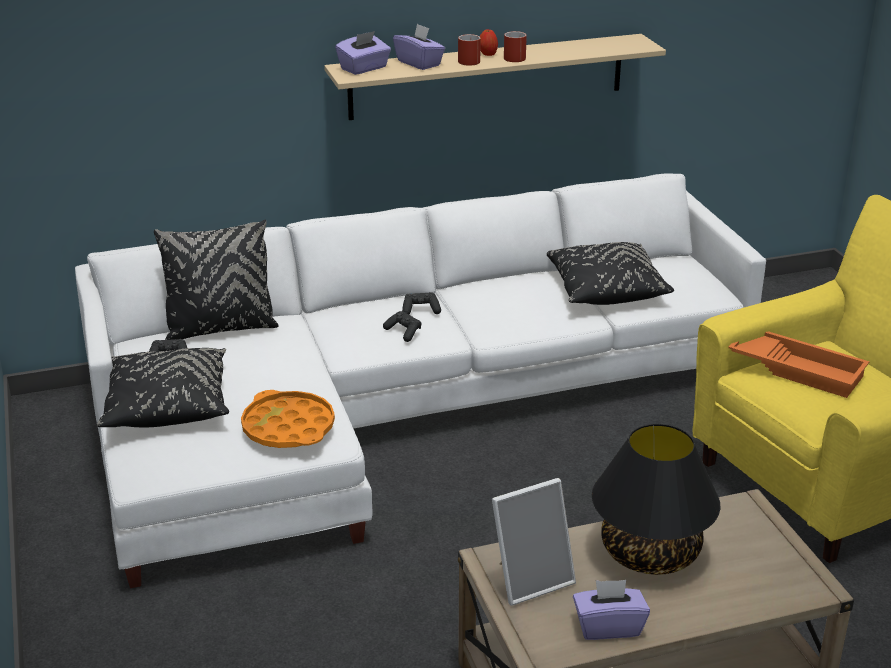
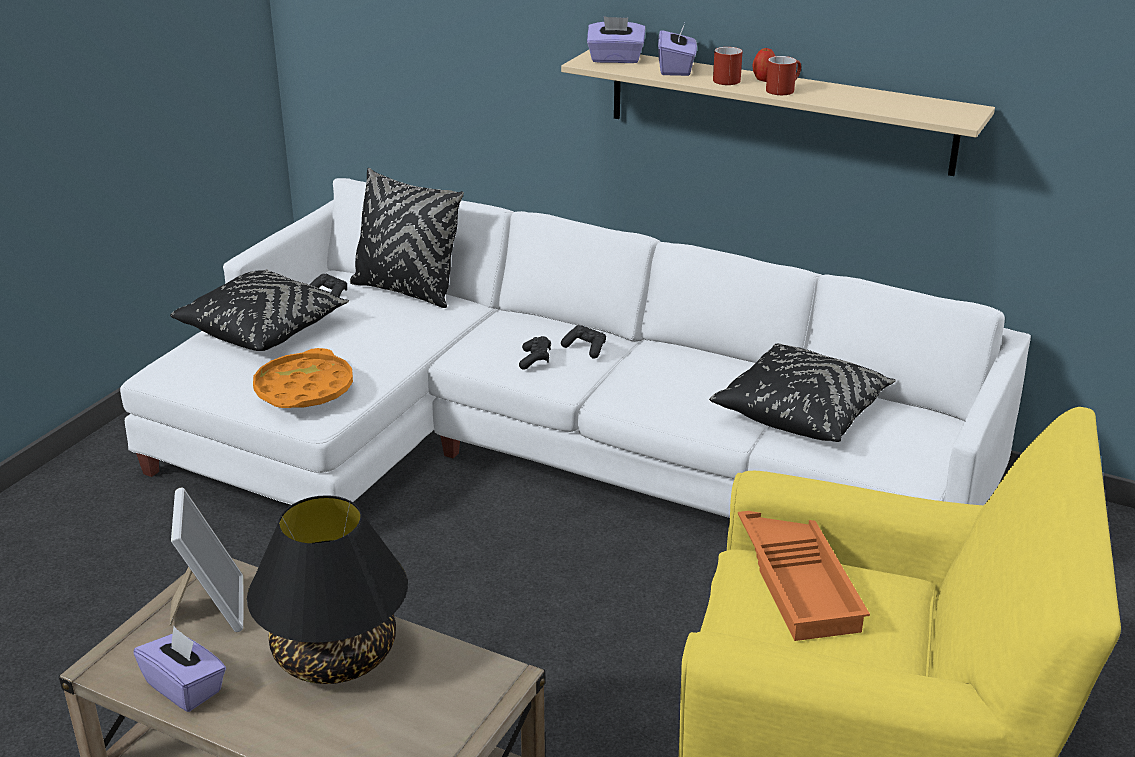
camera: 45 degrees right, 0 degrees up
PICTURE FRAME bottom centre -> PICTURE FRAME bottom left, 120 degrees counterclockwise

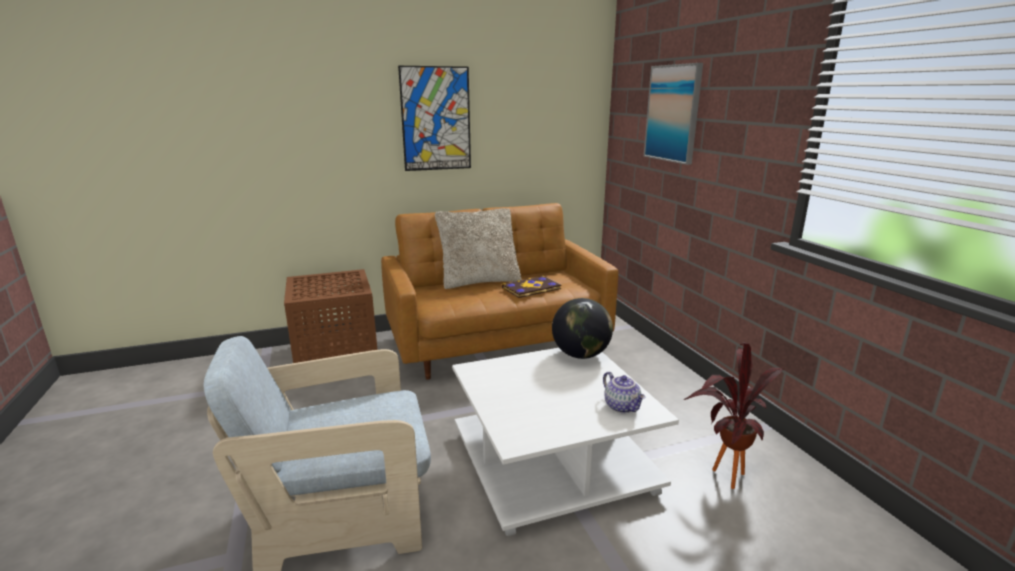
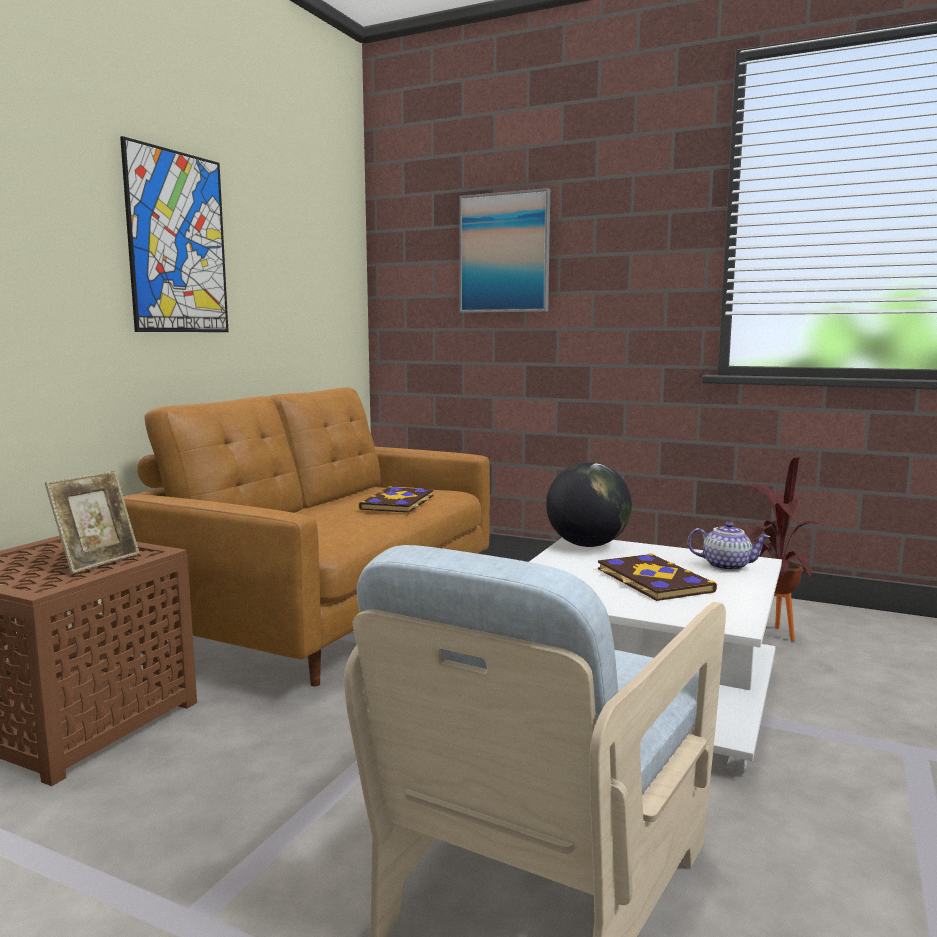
camera: 45 degrees left, 10 degrees down
BEIGE PILLOW centre -> none
none -> PICTURE FRAME middle left
none -> BOOK (2nd from left) middle right

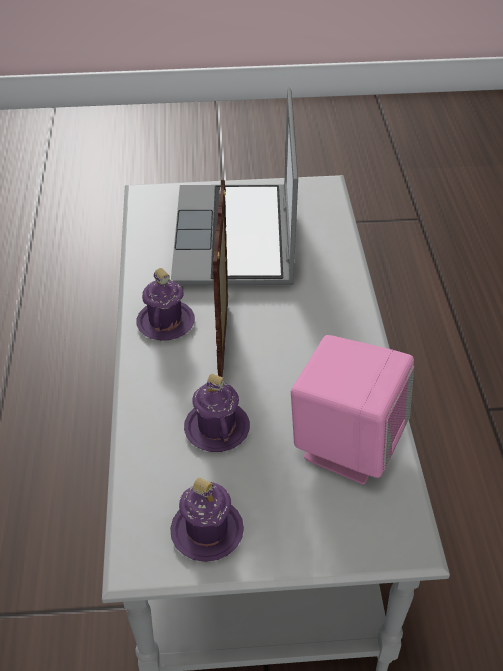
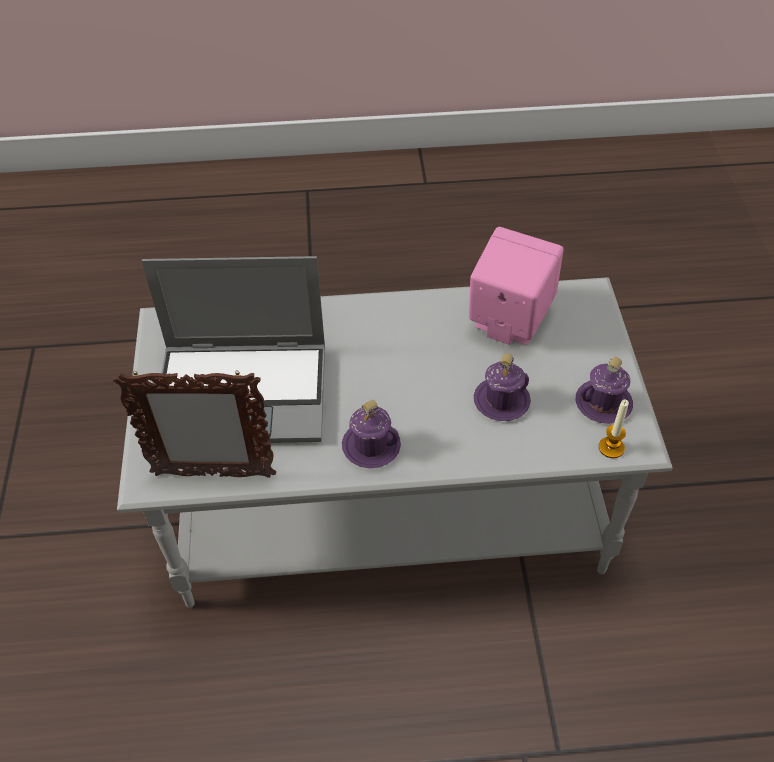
camera: 90 degrees left, 5 degrees up
none -> CANDLE middle right
PICTURE FRAME centre -> PICTURE FRAME middle left, moved

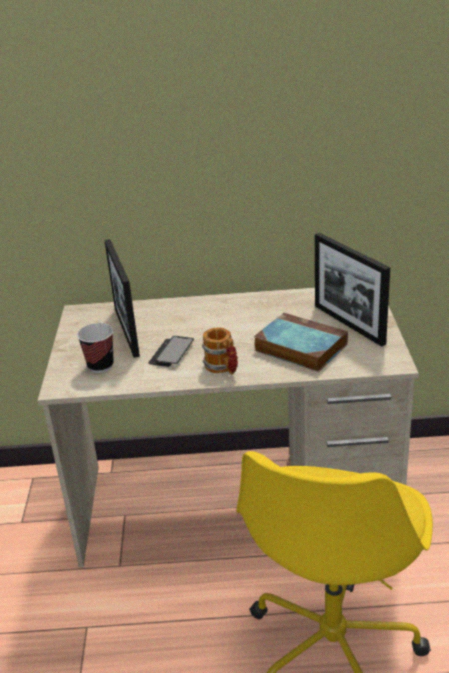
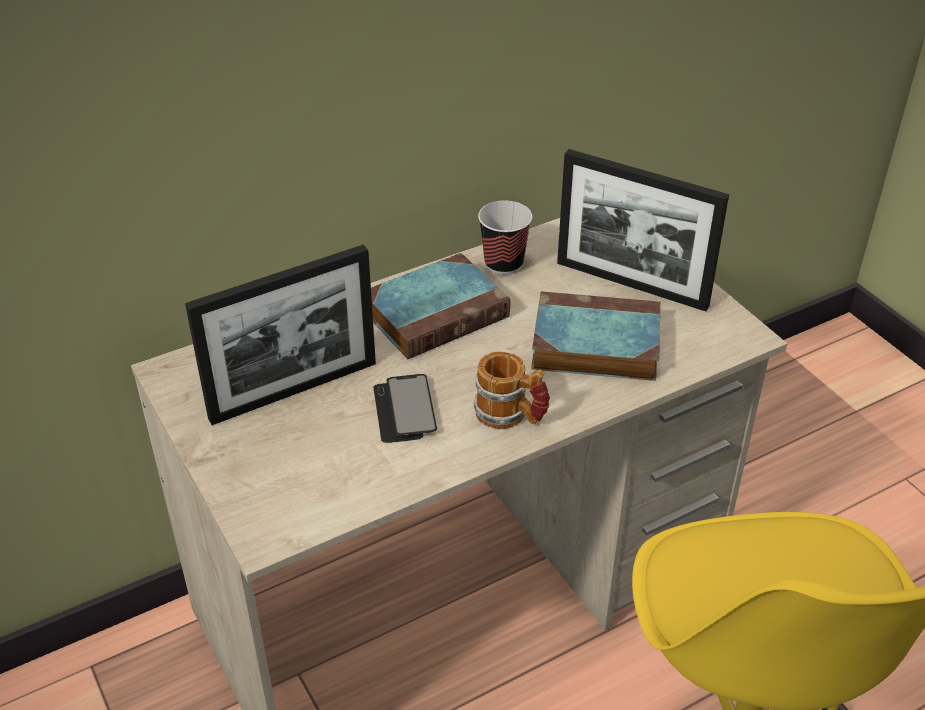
camera: 30 degrees left, 10 degrees up
none -> BOOK (1st from left) centre
CUP middle left -> CUP centre, moved
PICTURE FRAME (1st from left) middle left, 75 degrees counterclockwise

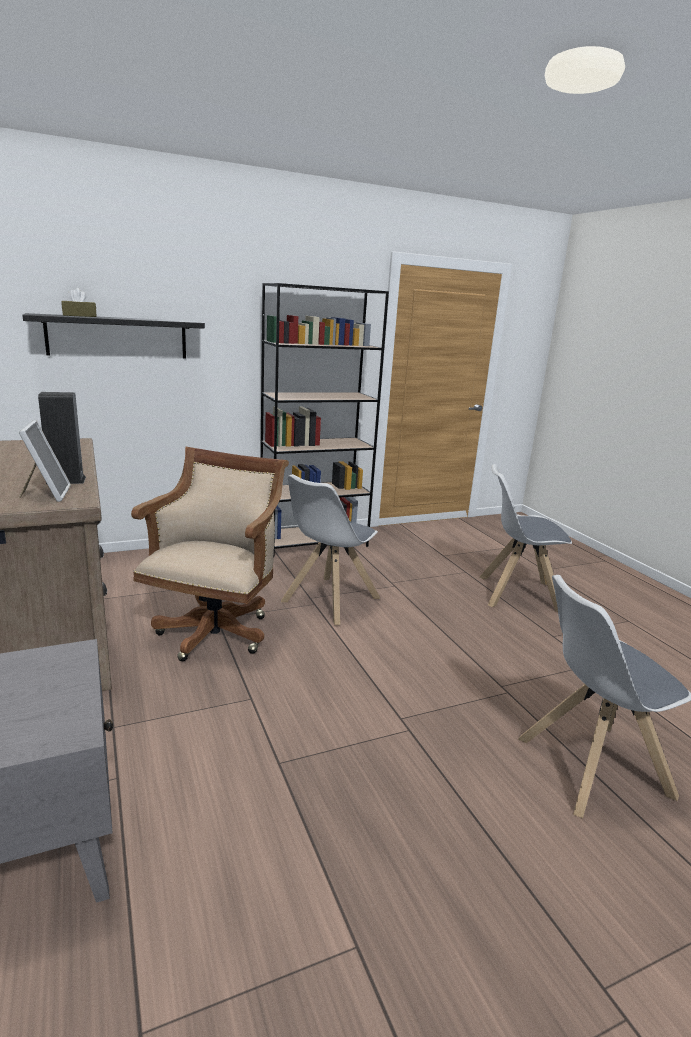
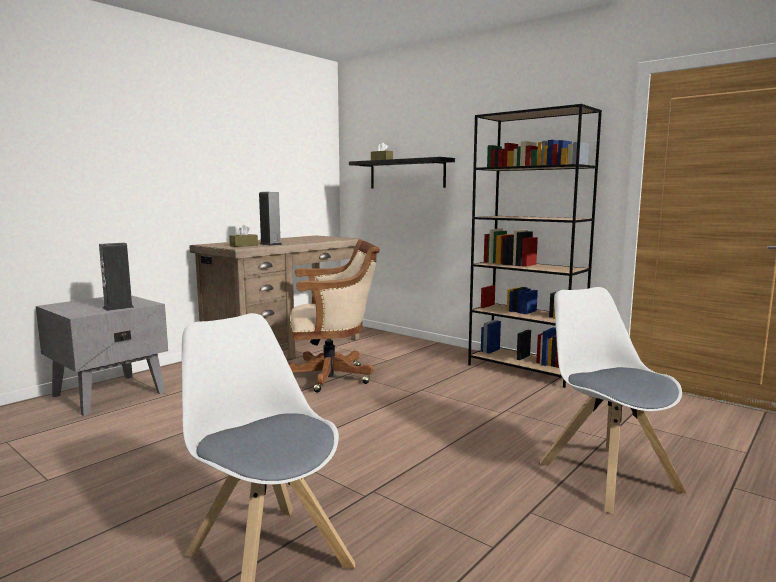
camera: 65 degrees right, 10 degrees down
CHAIR (1st from left) centre -> none
none -> SPEAKER (1st from left) middle left
PICTURE FRAME middle left -> BROWN TISSUE BOX (1st from left) middle left

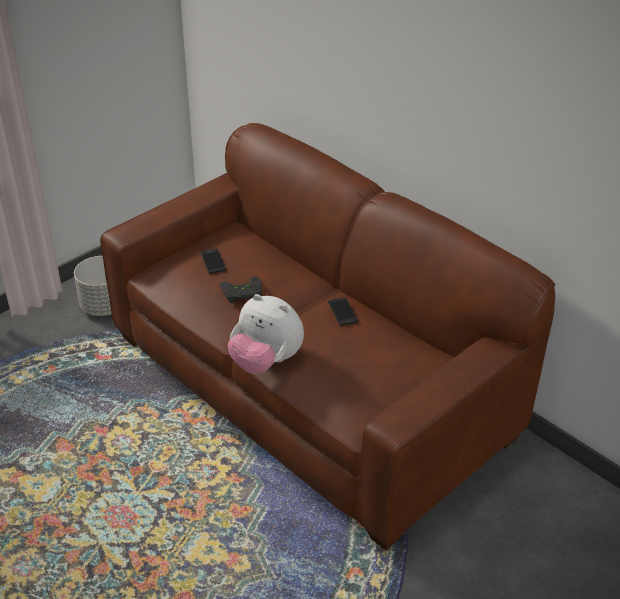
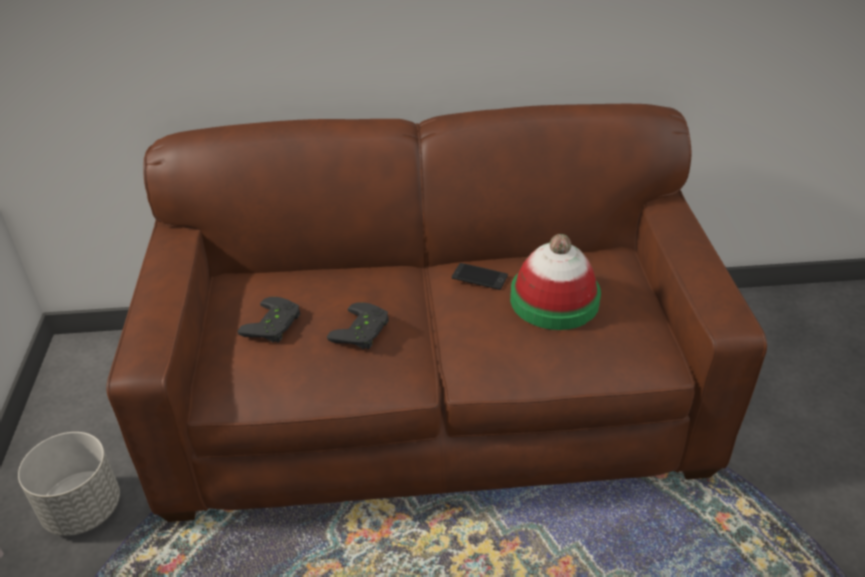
camera: 50 degrees left, 0 degrees up
PLUSH TOY centre -> none
none -> HAT centre
PHONE (1st from left) centre -> BLACK GAME CONTROLLER (1st from left) middle left

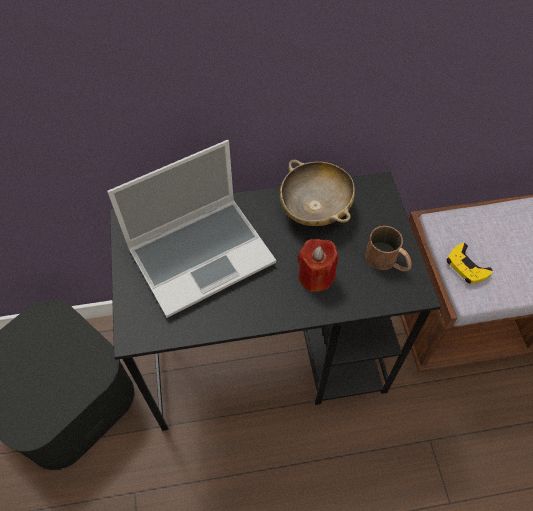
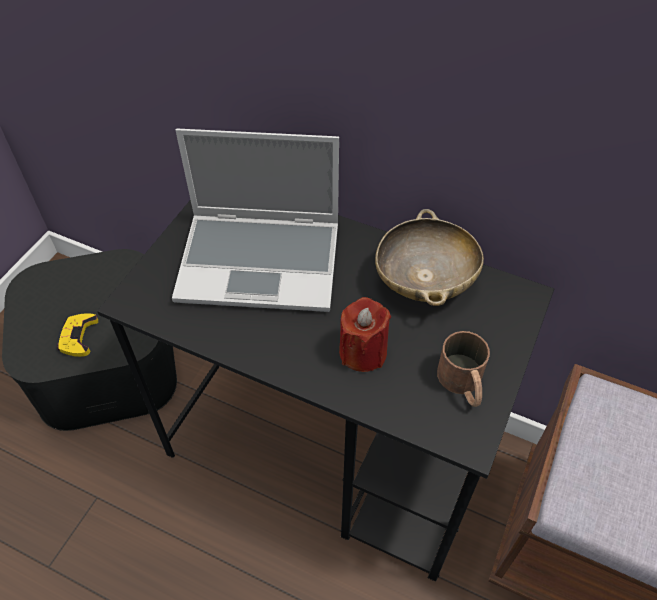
camera: 35 degrees right, 5 degrees down
YELLOW GAME CONTROLLER middle right -> YELLOW GAME CONTROLLER middle left, moved

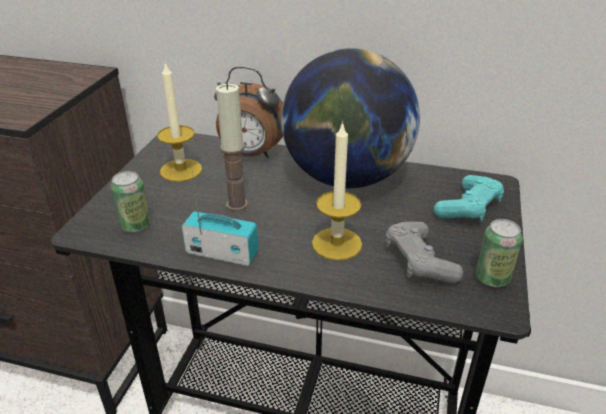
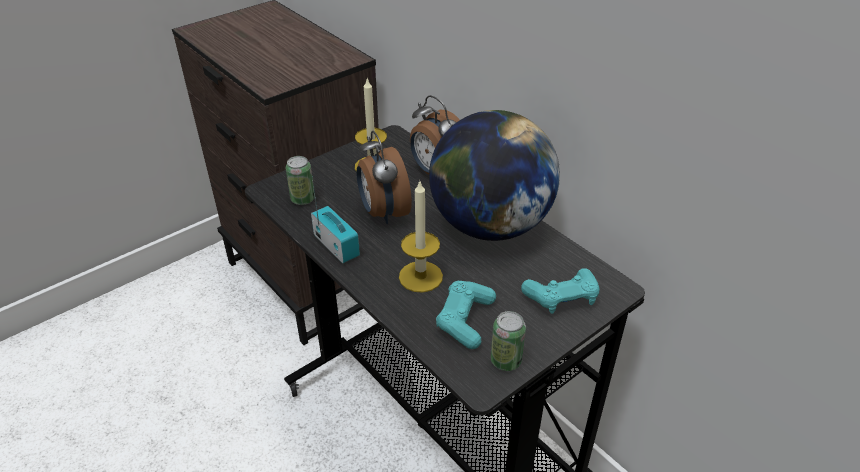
camera: 35 degrees right, 5 degrees up
CANDLE (2nd from left) centre -> ALARM CLOCK (1st from left) centre
GREY GAME CONTROLLER middle right -> TURQUOISE GAME CONTROLLER (1st from left) bottom centre

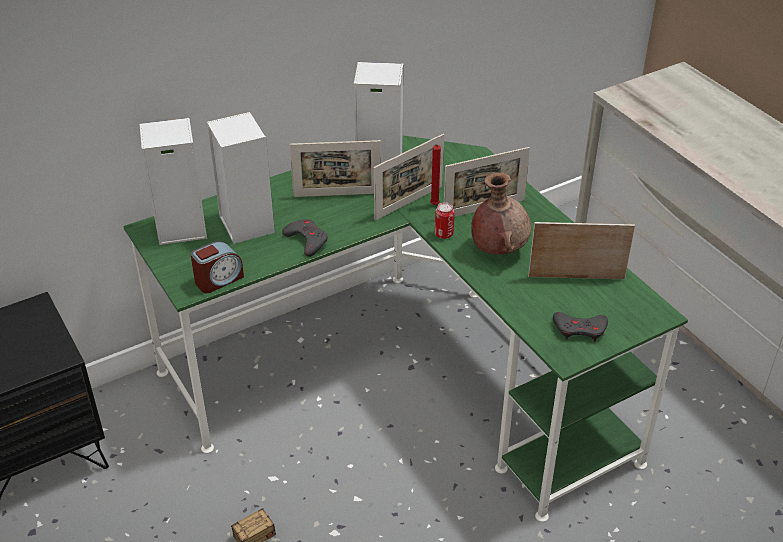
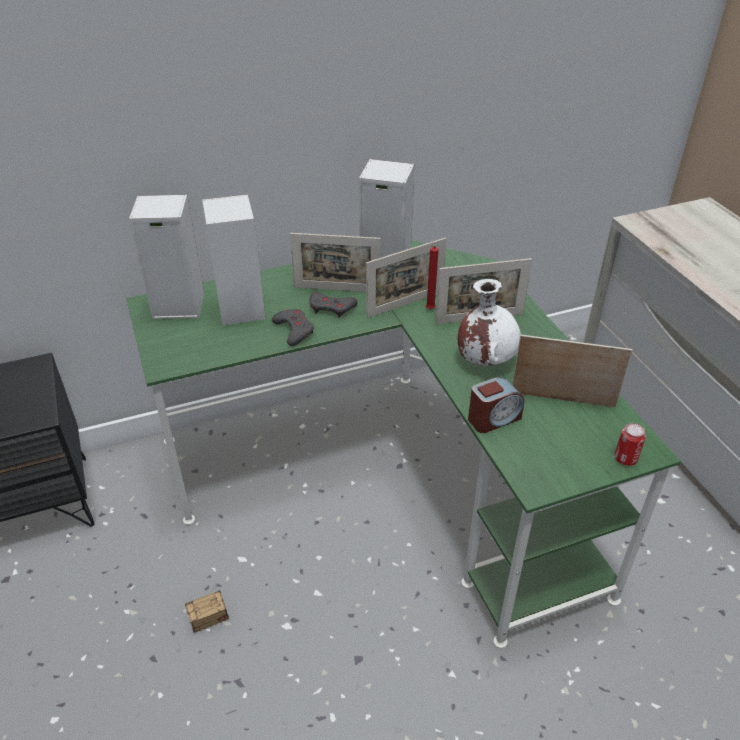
camera: 10 degrees right, 0 degrees up
ALARM CLOCK middle left -> ALARM CLOCK middle right, moved
CAN centre -> CAN middle right, moved
GREY GAME CONTROLLER (2nd from left) middle right -> GREY GAME CONTROLLER (2nd from left) centre, moved
BROWN VASE centre -> WHITE VASE centre

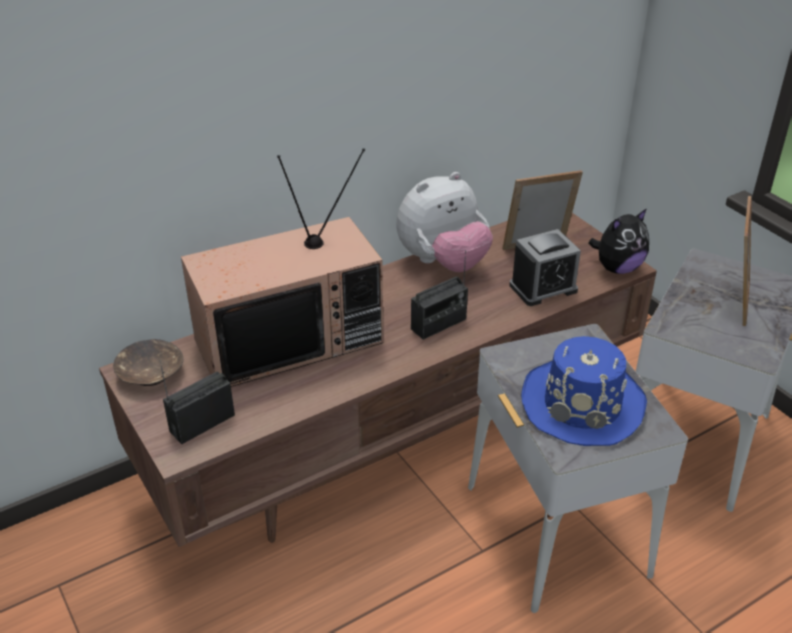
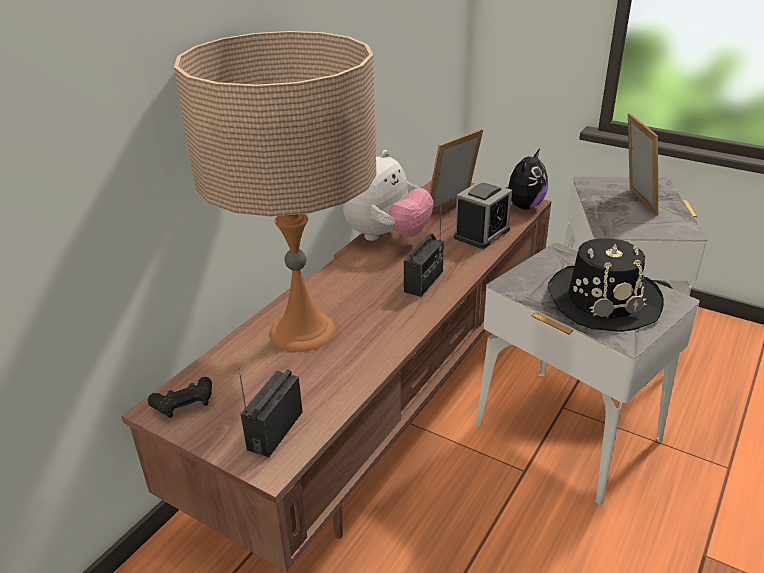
camera: 25 degrees left, 5 degrees down
BROWN BOWL middle left -> BLACK GAME CONTROLLER bottom left
TELEVISION centre -> BEIGE TABLE LAMP centre
BLUE HAT middle right -> BLACK HAT middle right

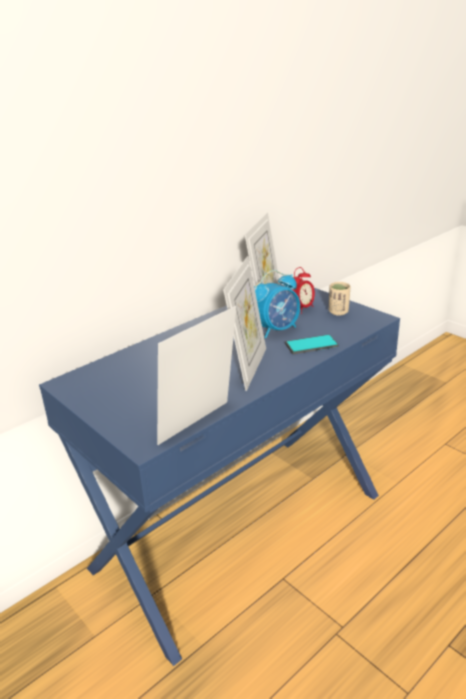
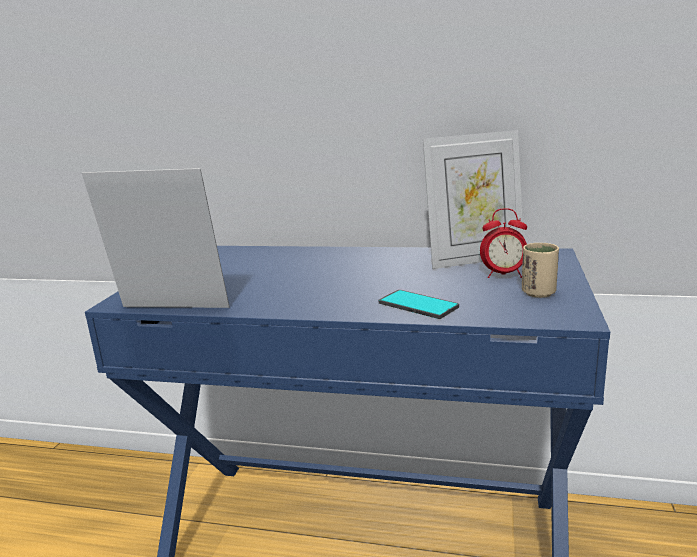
camera: 55 degrees right, 10 degrees down
PICTURE FRAME (2nd from left) centre -> none
ALARM CLOCK (1st from left) centre -> none

